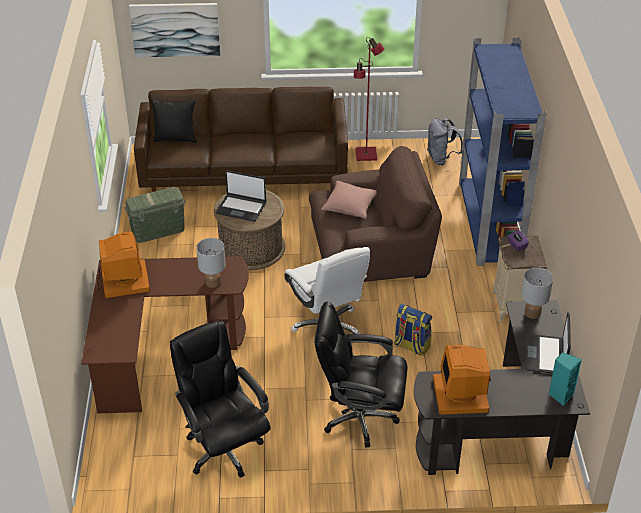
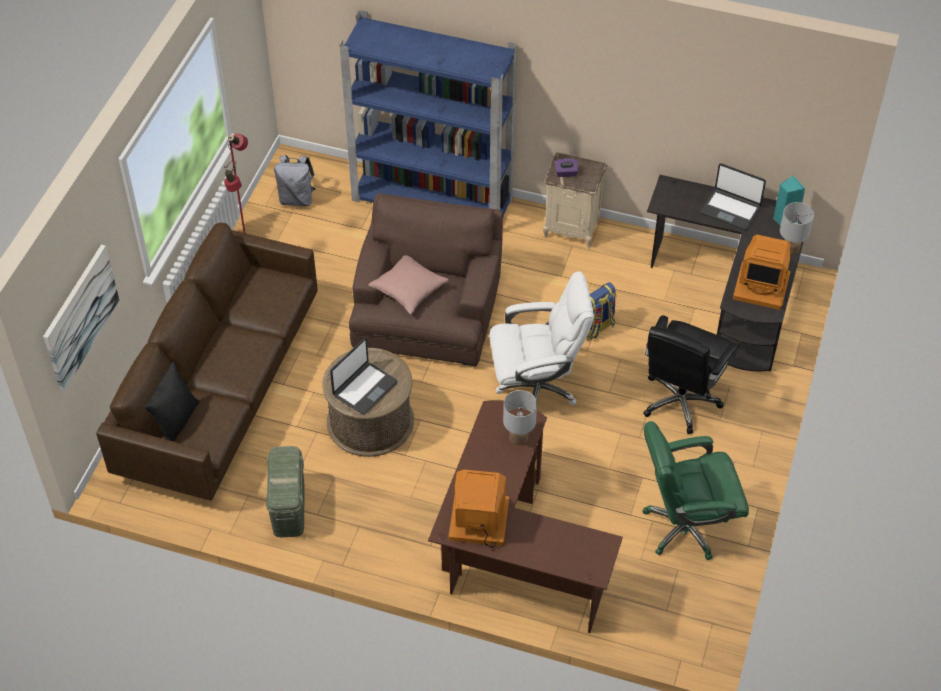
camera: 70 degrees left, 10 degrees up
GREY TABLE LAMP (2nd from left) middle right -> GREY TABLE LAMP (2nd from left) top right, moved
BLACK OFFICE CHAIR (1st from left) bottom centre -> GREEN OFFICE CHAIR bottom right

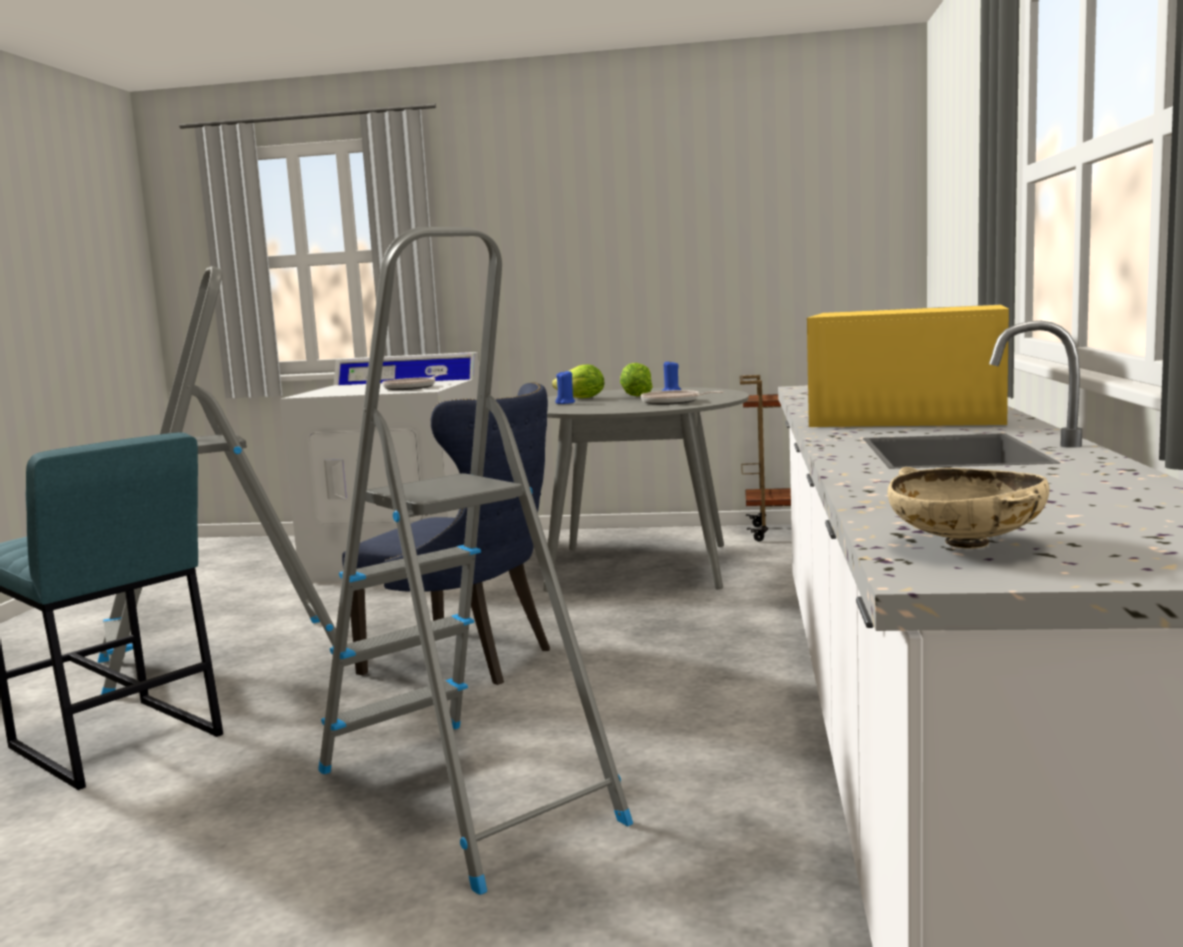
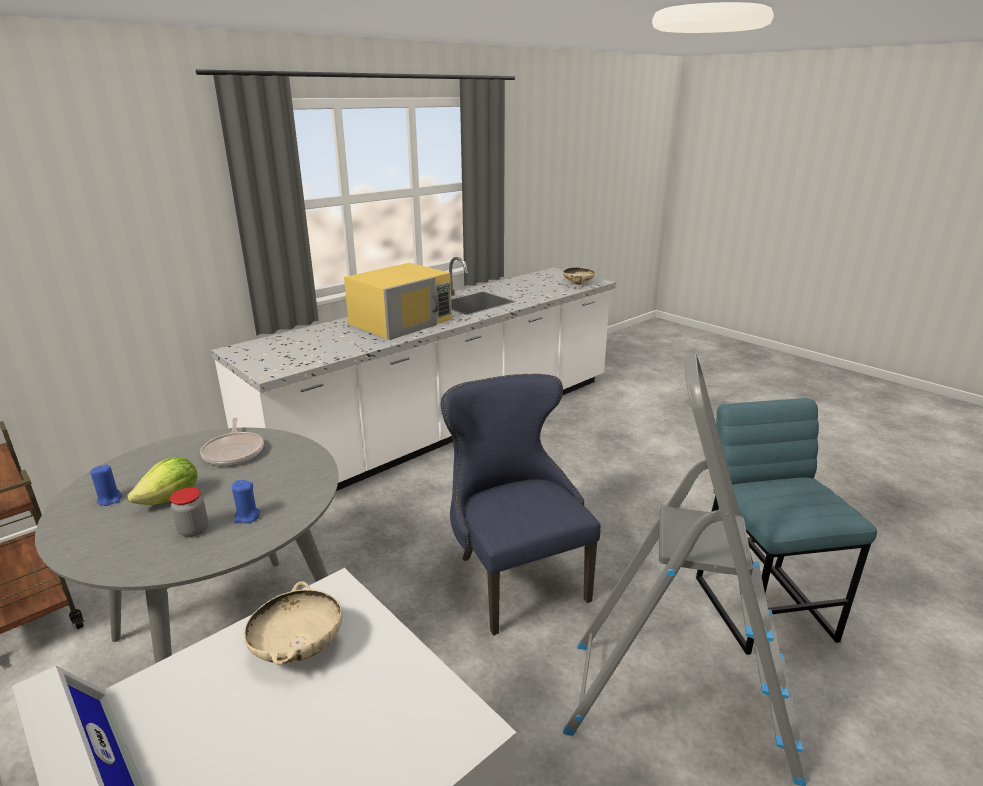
camera: 140 degrees left, 15 degrees up
GREY STEP LADDER (2nd from left) centre -> none
FRYING PAN (1st from left) centre -> BEIGE BOWL (1st from left) bottom left
LETTUCE (1st from left) centre -> JAR middle left
YELLOW MICROWAVE middle right -> YELLOW MICROWAVE centre, 105 degrees counterclockwise

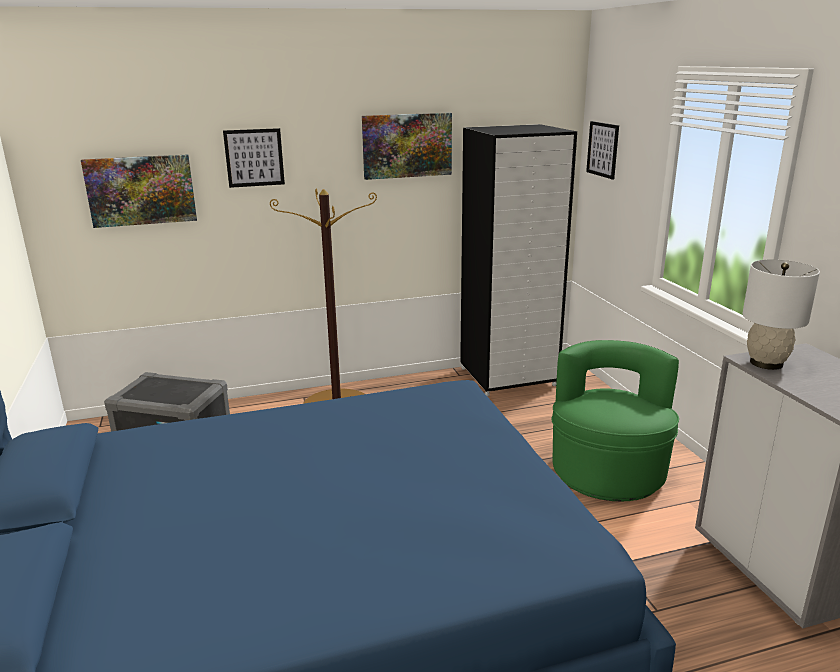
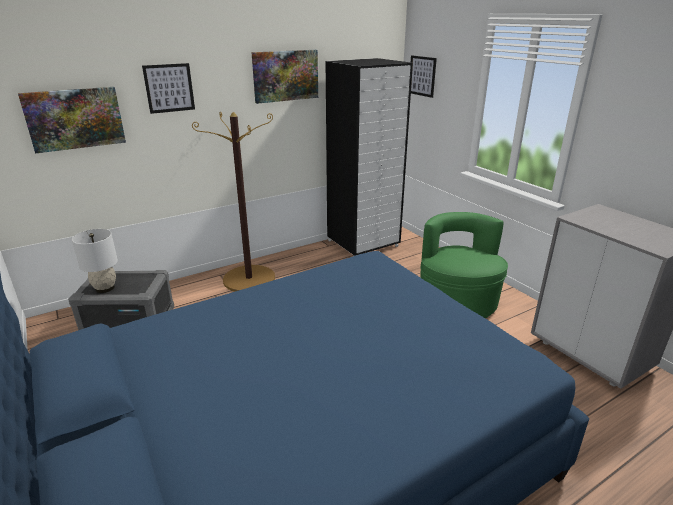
camera: 15 degrees left, 5 degrees up
WHITE TABLE LAMP middle right -> WHITE TABLE LAMP middle left, moved

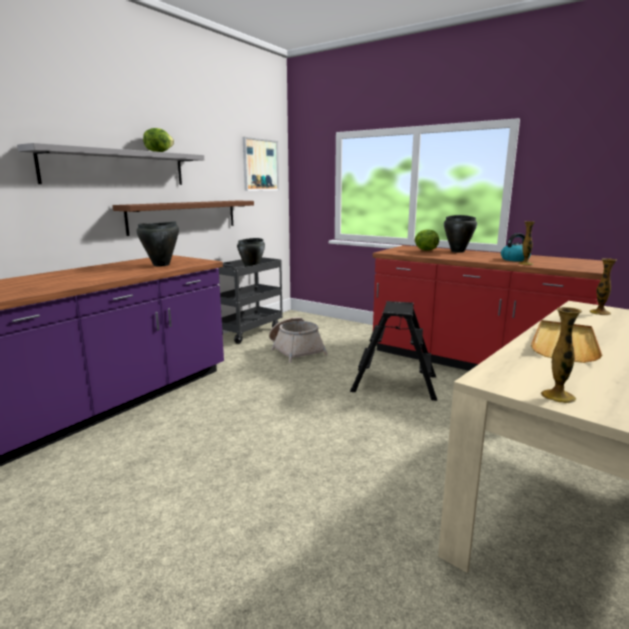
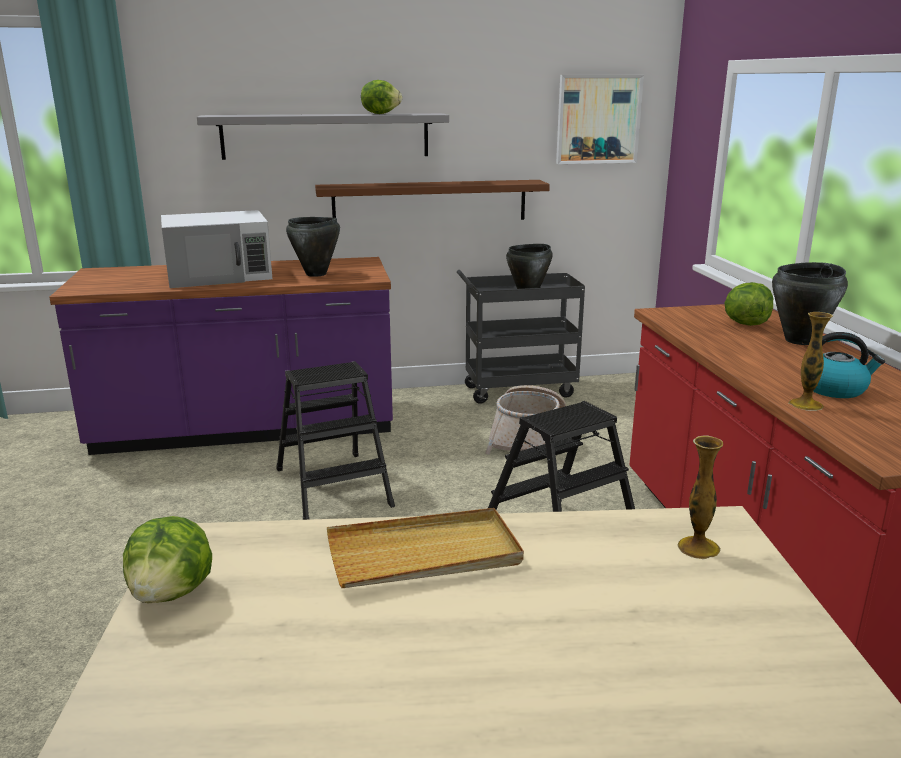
camera: 45 degrees right, 5 degrees up
none -> WHITE MICROWAVE top left
none -> BLACK STEP LADDER (1st from left) centre
VASE (2nd from left) middle right -> LETTUCE (1st from left) bottom left

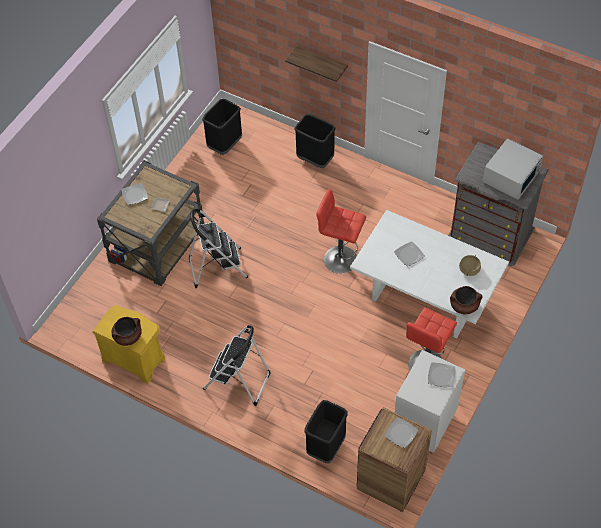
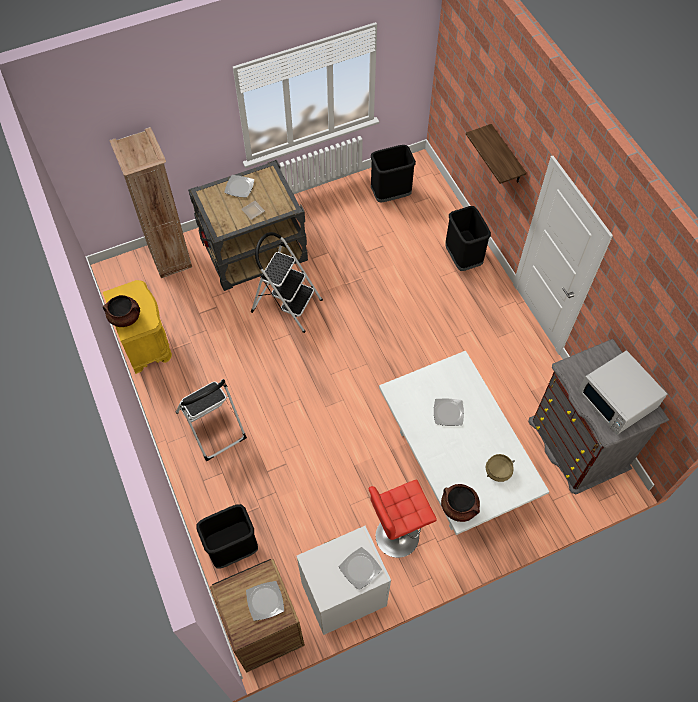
camera: 35 degrees right, 5 degrees up
RED STOOL (1st from left) centre -> none
none -> BROWN CABINET (1st from left) top left
WHITE MICROWAVE top right -> WHITE MICROWAVE middle right, 75 degrees clockwise

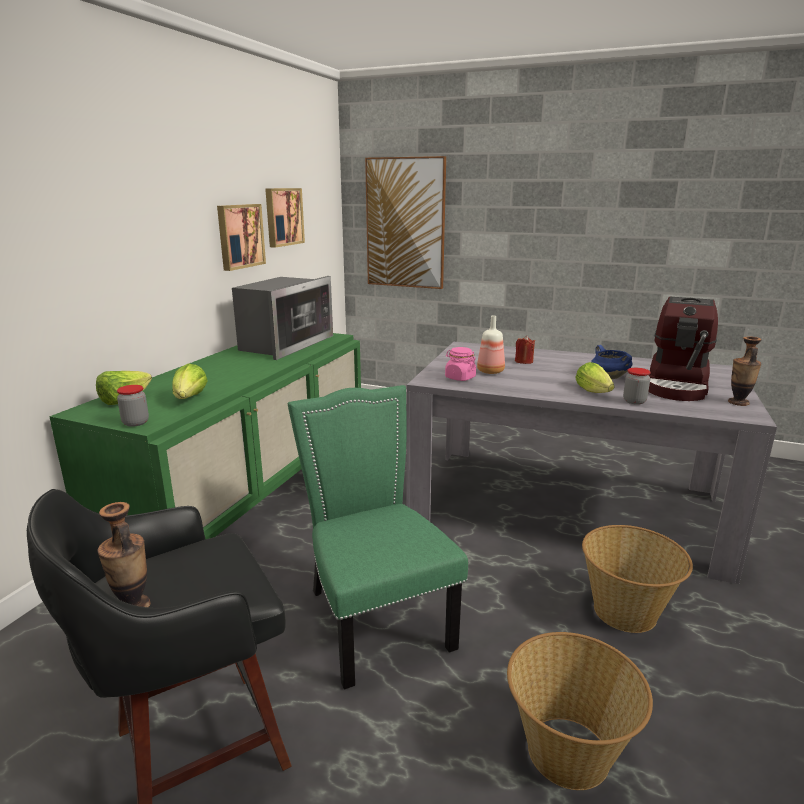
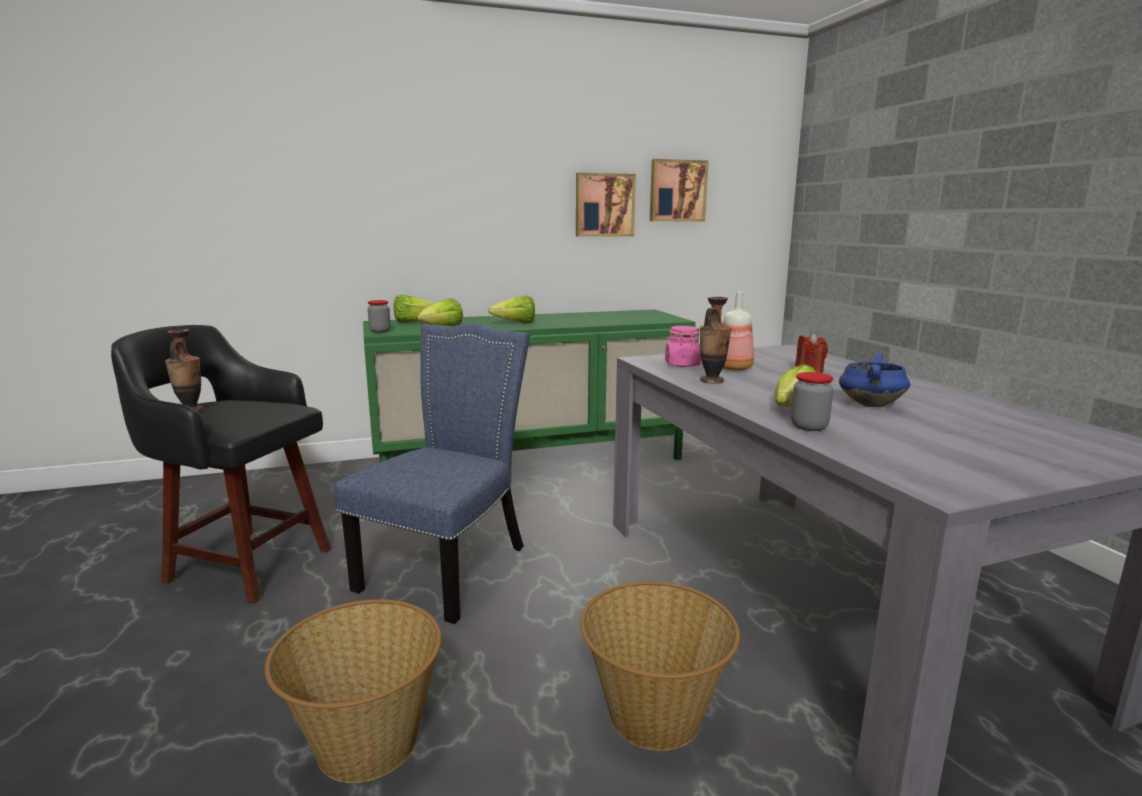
camera: 50 degrees right, 5 degrees down
MICROWAVE centre -> none
PICTURE (3rd from left) top centre -> none
COFFEE MACHINE middle right -> none
none -> LETTUCE (3rd from left) centre
VASE (2nd from left) middle right -> VASE (2nd from left) centre, moved
GREEN CHAIR bottom centre -> BLUE CHAIR centre

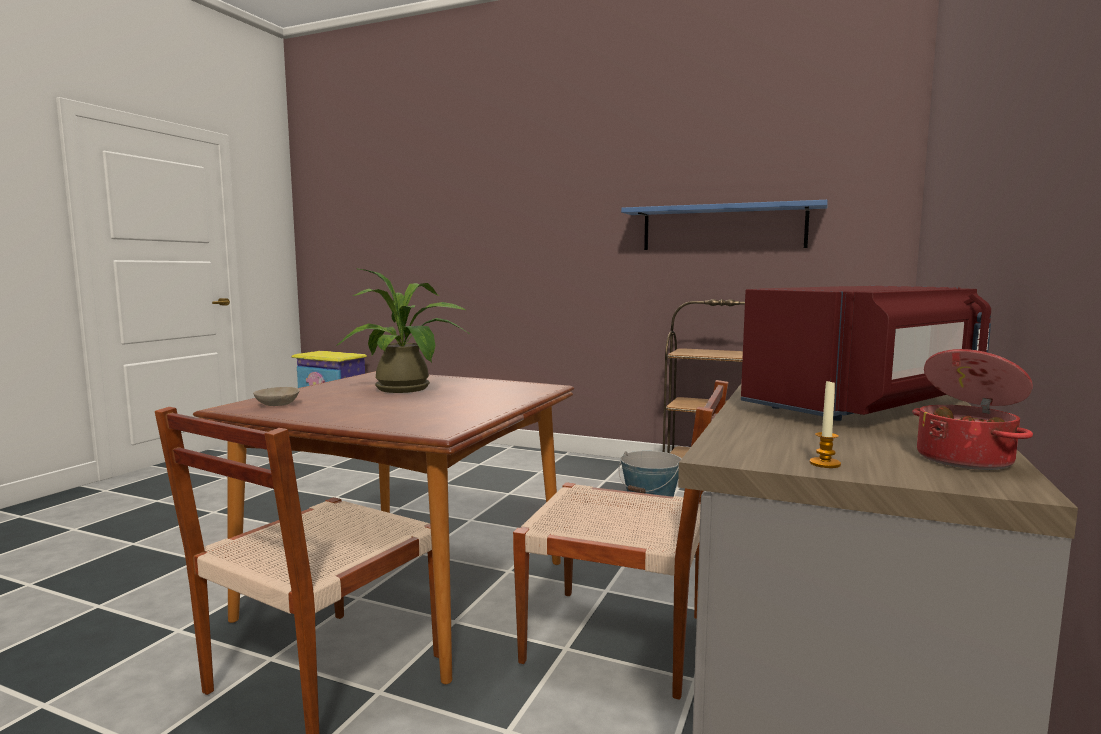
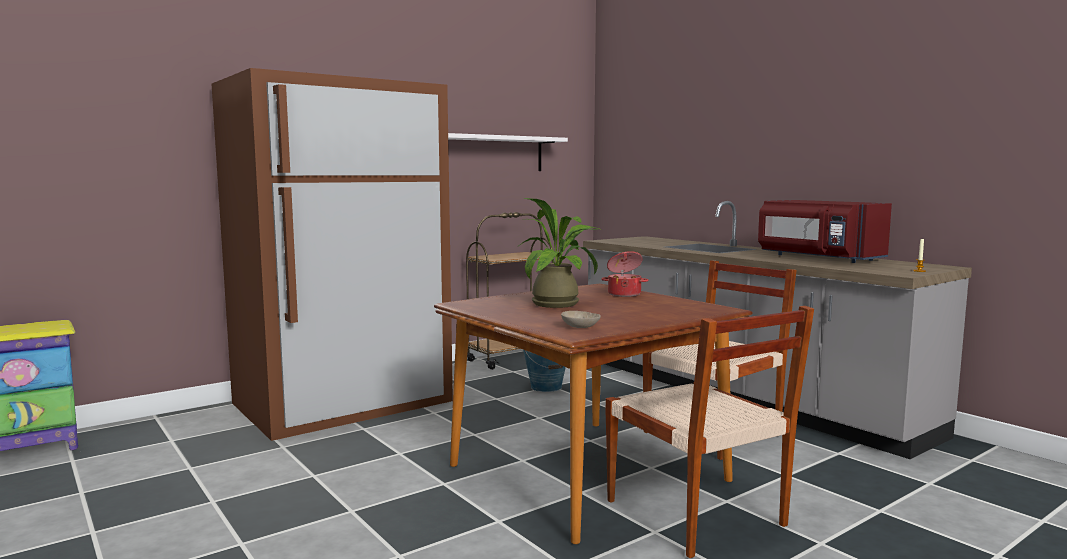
camera: 60 degrees left, 0 degrees up
none -> BROWN FRIDGE middle left
COOKING POT middle right -> COOKING POT centre, moved
BLUE SHELF top centre -> WHITE SHELF top centre
RED MICROWAVE middle right, 150 degrees clockwise

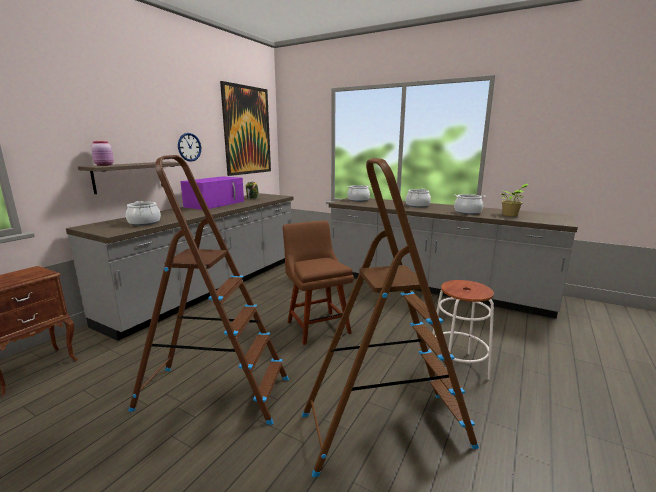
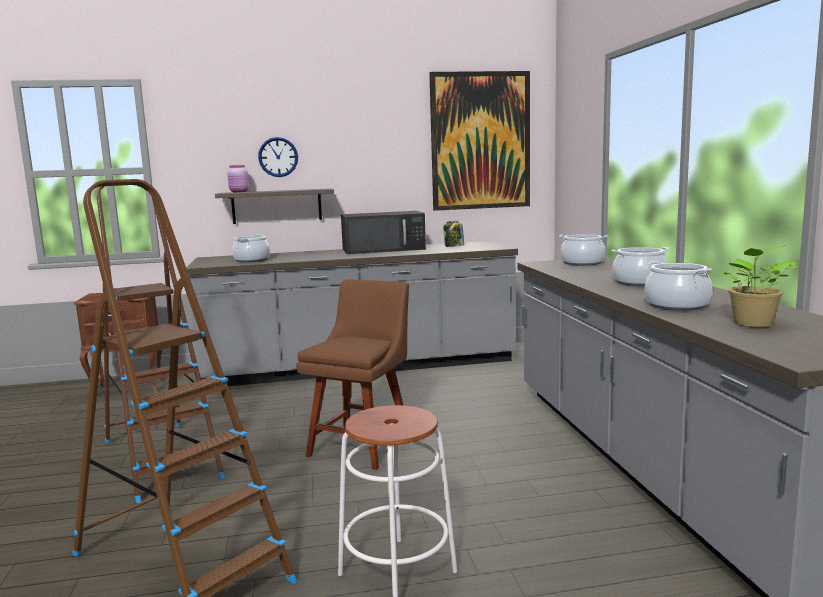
camera: 50 degrees right, 5 degrees down
WALL CLOCK top left -> WALL CLOCK top centre, moved
PURPLE MICROWAVE middle left -> BLACK MICROWAVE centre

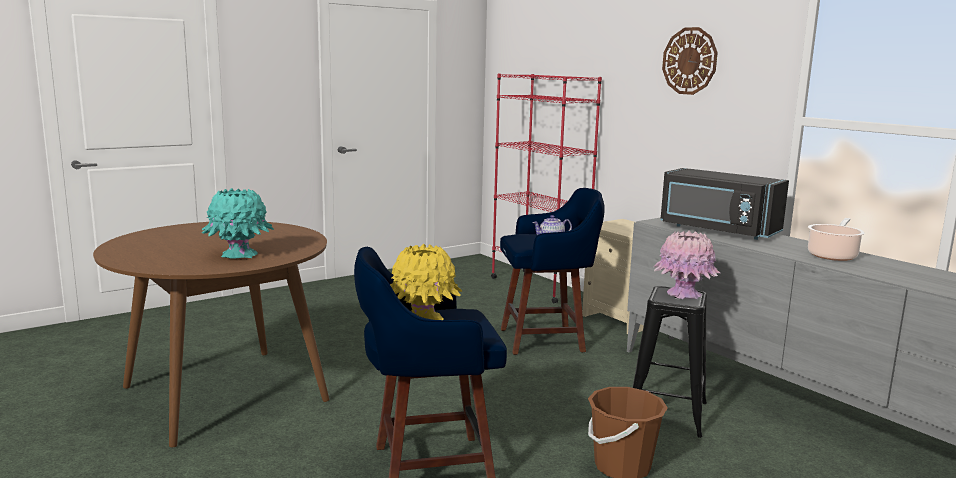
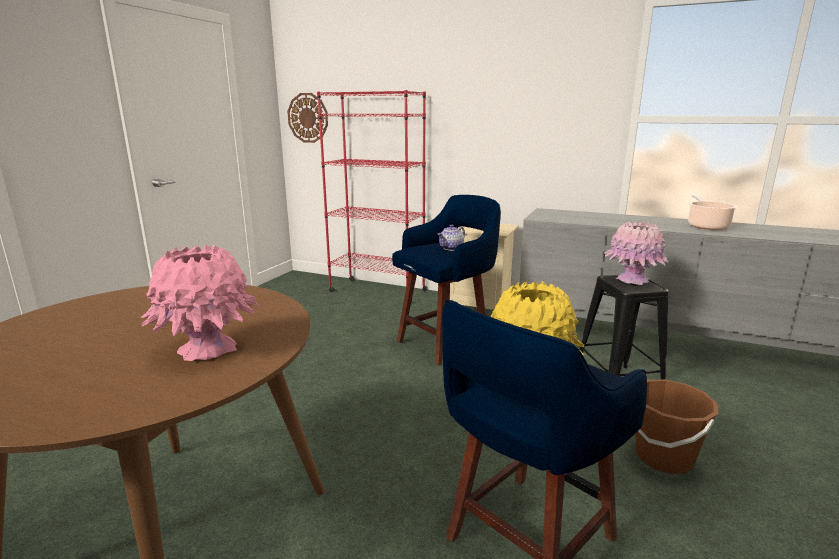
camera: 30 degrees left, 5 degrees up
BLACK MICROWAVE middle right -> none
WALL CLOCK top right -> WALL CLOCK top centre, moved
TURQUOISE VASE middle left -> PINK VASE (1st from left) middle left

